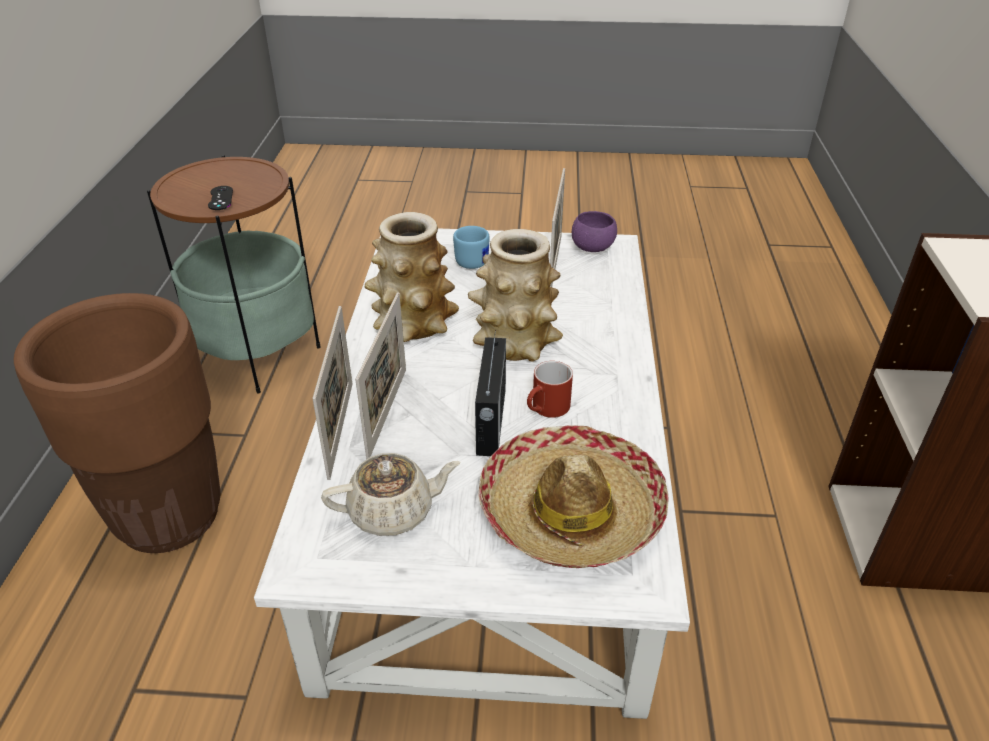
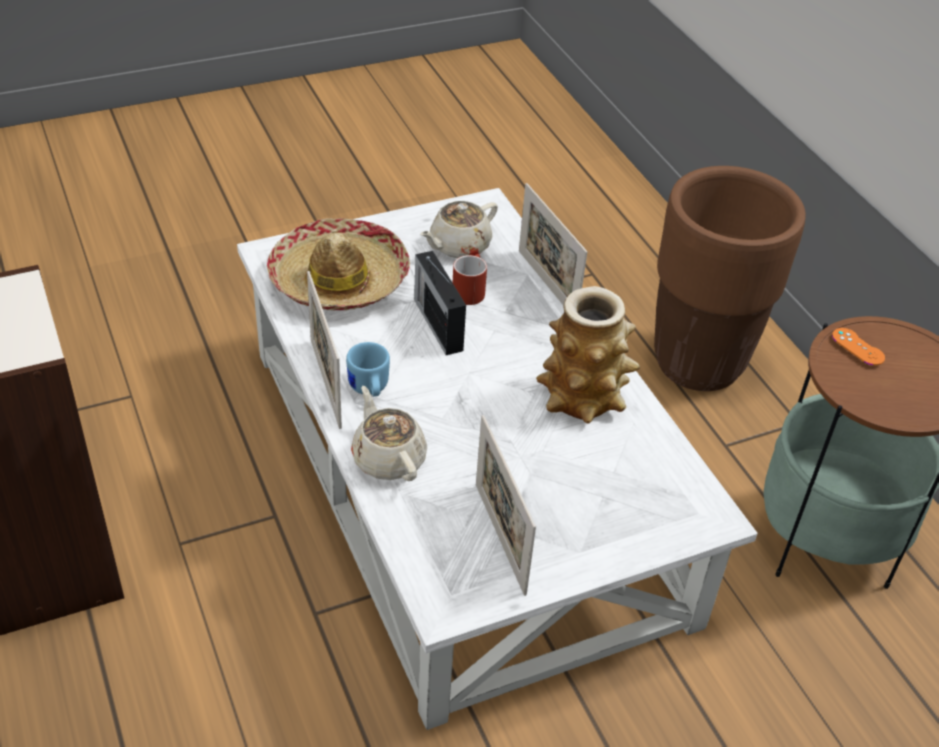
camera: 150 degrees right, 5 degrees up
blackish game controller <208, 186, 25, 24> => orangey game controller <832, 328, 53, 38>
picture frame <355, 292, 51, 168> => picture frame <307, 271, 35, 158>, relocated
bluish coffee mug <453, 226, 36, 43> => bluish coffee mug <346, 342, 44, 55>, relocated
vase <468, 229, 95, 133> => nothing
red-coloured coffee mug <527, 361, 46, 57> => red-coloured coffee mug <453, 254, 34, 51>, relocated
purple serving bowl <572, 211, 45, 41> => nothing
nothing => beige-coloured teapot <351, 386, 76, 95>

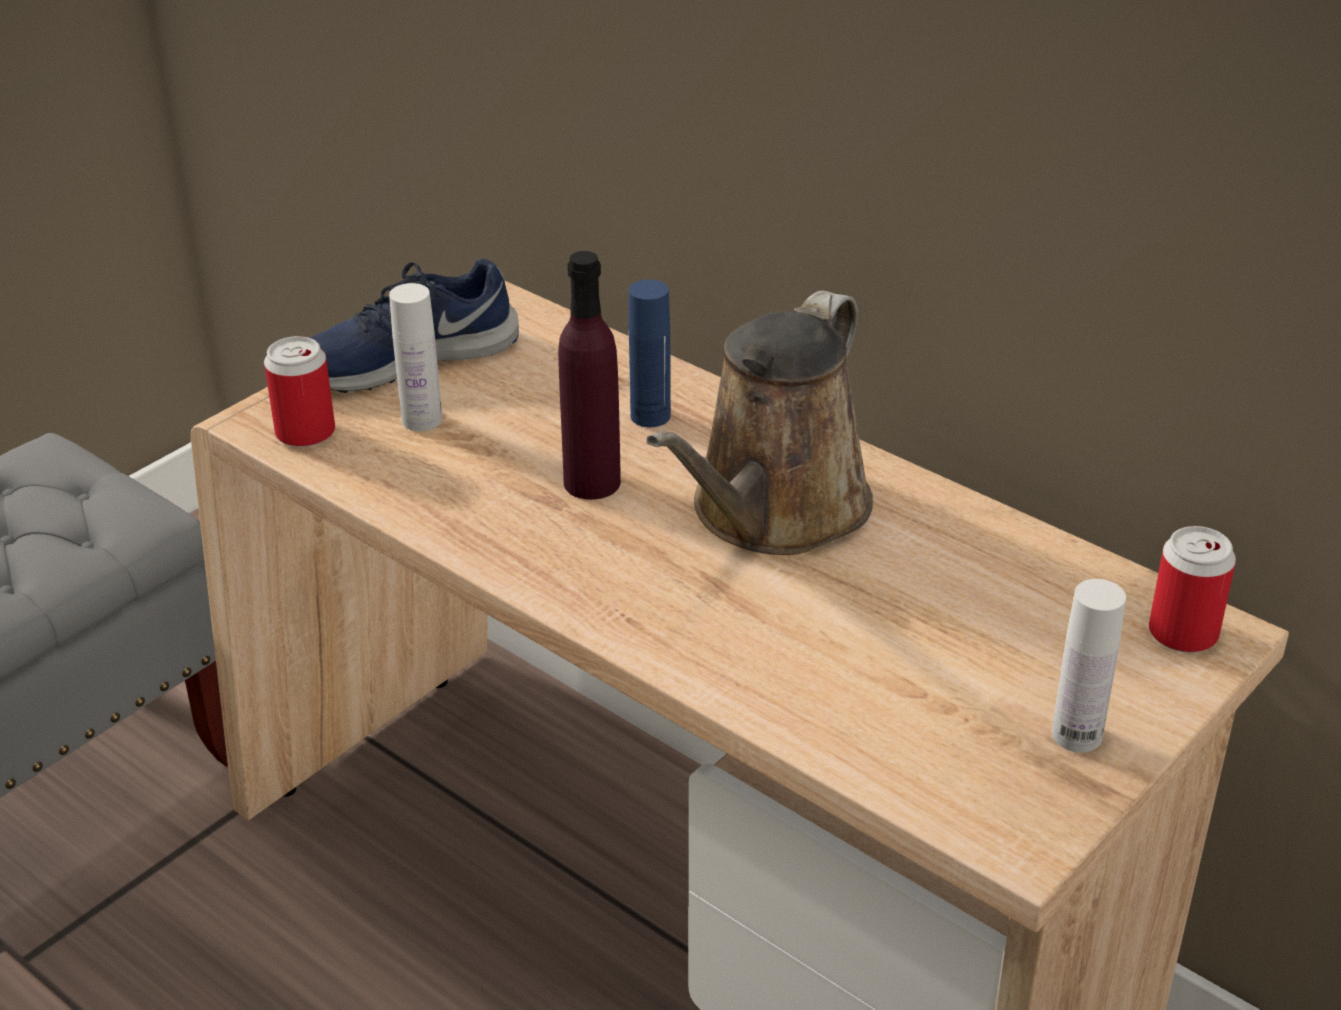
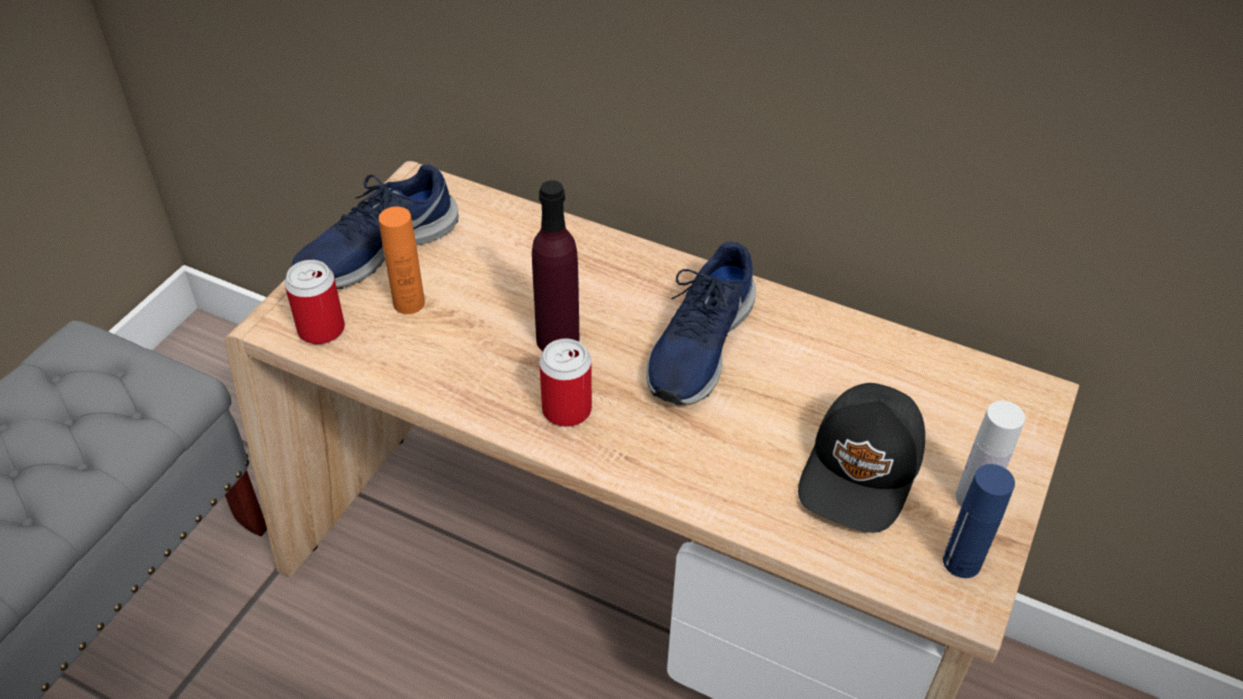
camera: 15 degrees left, 10 degrees up
whitish drink bottle <389, 283, 53, 148> => orangey drink bottle <379, 207, 46, 107>
bluish drink bottle <628, 279, 43, 148> => bluish drink bottle <943, 464, 72, 114>, relocated
brownish watering pot <646, 290, 227, 265> => bluish shoe <646, 241, 110, 164>
metal can <1149, 526, 87, 127> => metal can <539, 338, 53, 89>, relocated
nothing => blackish cap <798, 383, 127, 150>

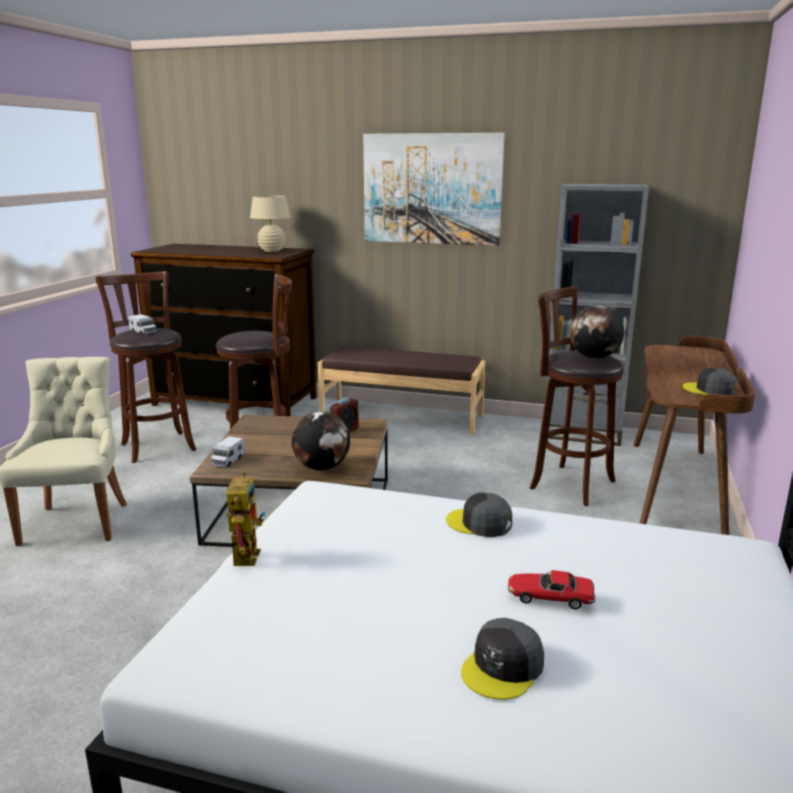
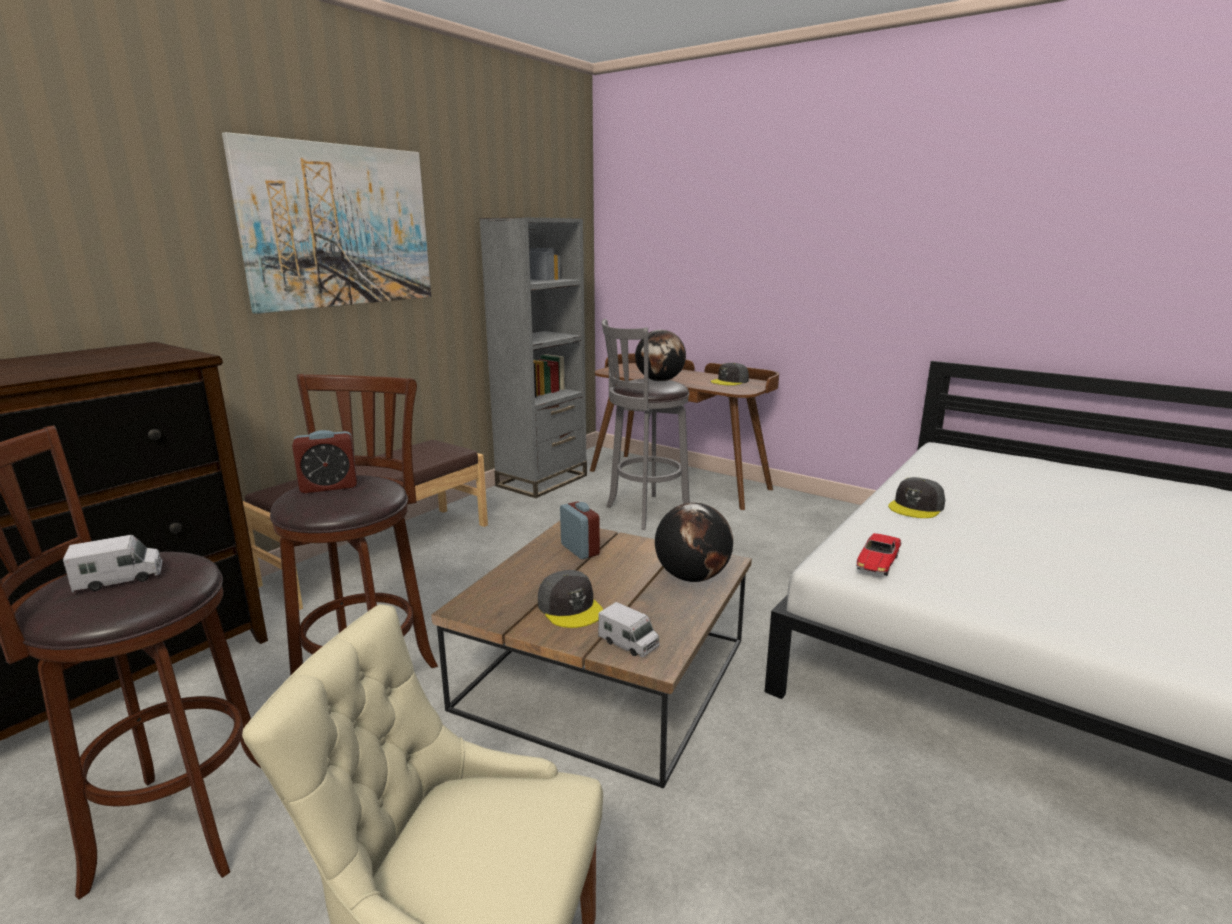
camera: 70 degrees left, 0 degrees up
robot figure <226, 470, 39, 96> => nothing
beige-coloured lamp for a table <250, 195, 41, 57> => nothing
grey cap <461, 618, 83, 82> => grey cap <538, 570, 65, 58>, relocated
model car <508, 570, 87, 39> => model car <856, 533, 45, 43>, relocated
brownish stool <530, 286, 94, 220> => grey stool <602, 319, 88, 211>
nothing => table clock <292, 430, 65, 63>

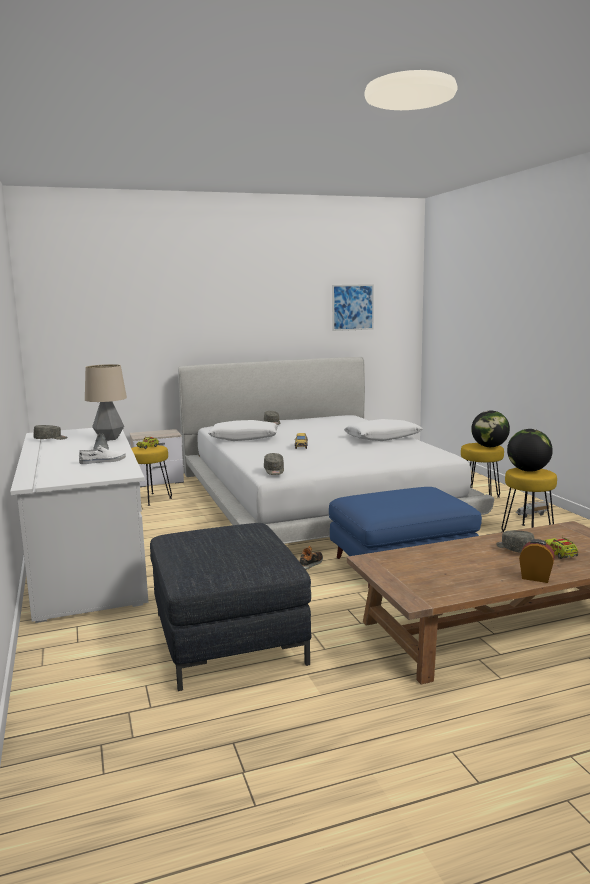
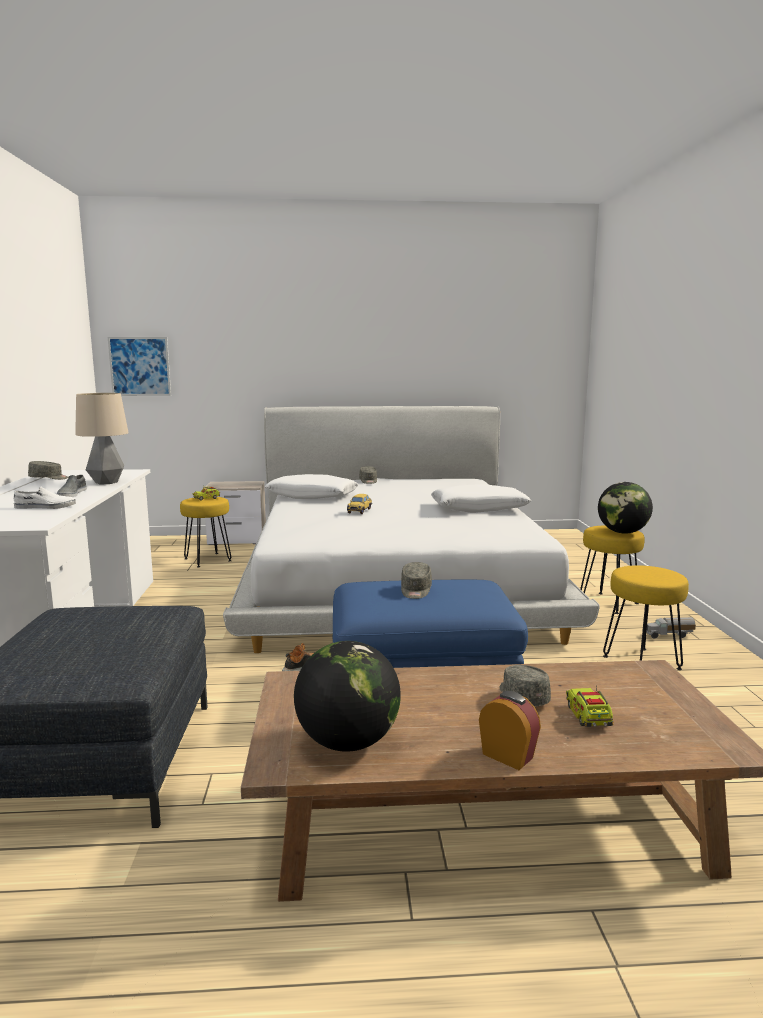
camera: 15 degrees right, 0 degrees up
grey cap <264, 453, 20, 22> => grey cap <401, 562, 31, 37>, relocated
picture <332, 284, 42, 47> => picture <108, 337, 63, 59>, relocated
globe <507, 429, 46, 43> => globe <294, 641, 107, 111>, relocated

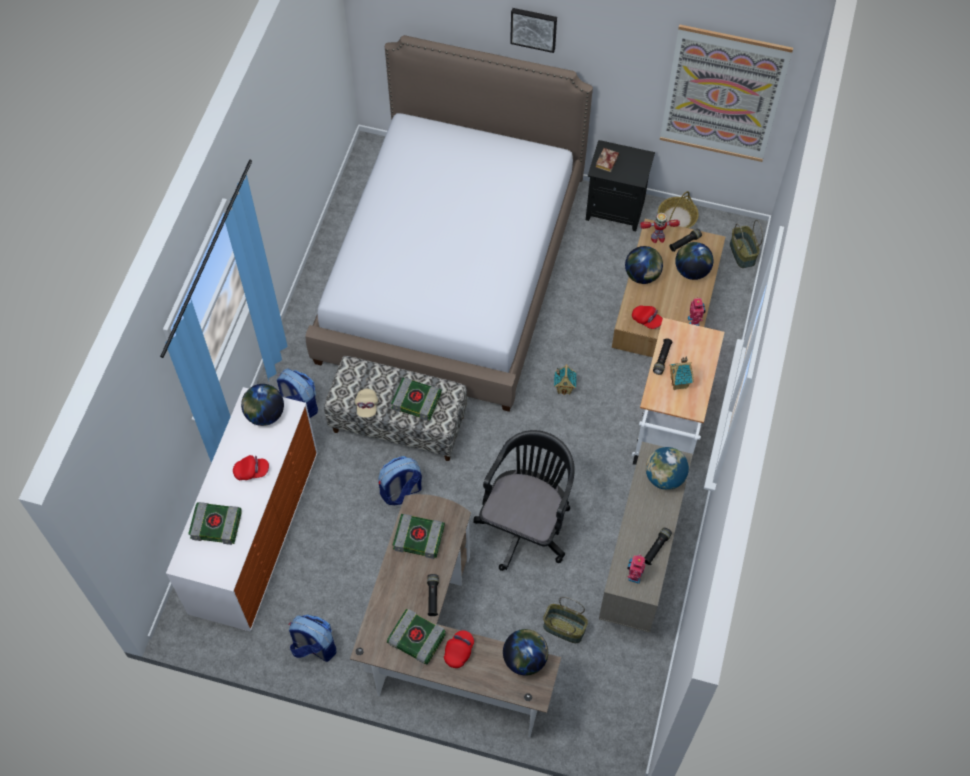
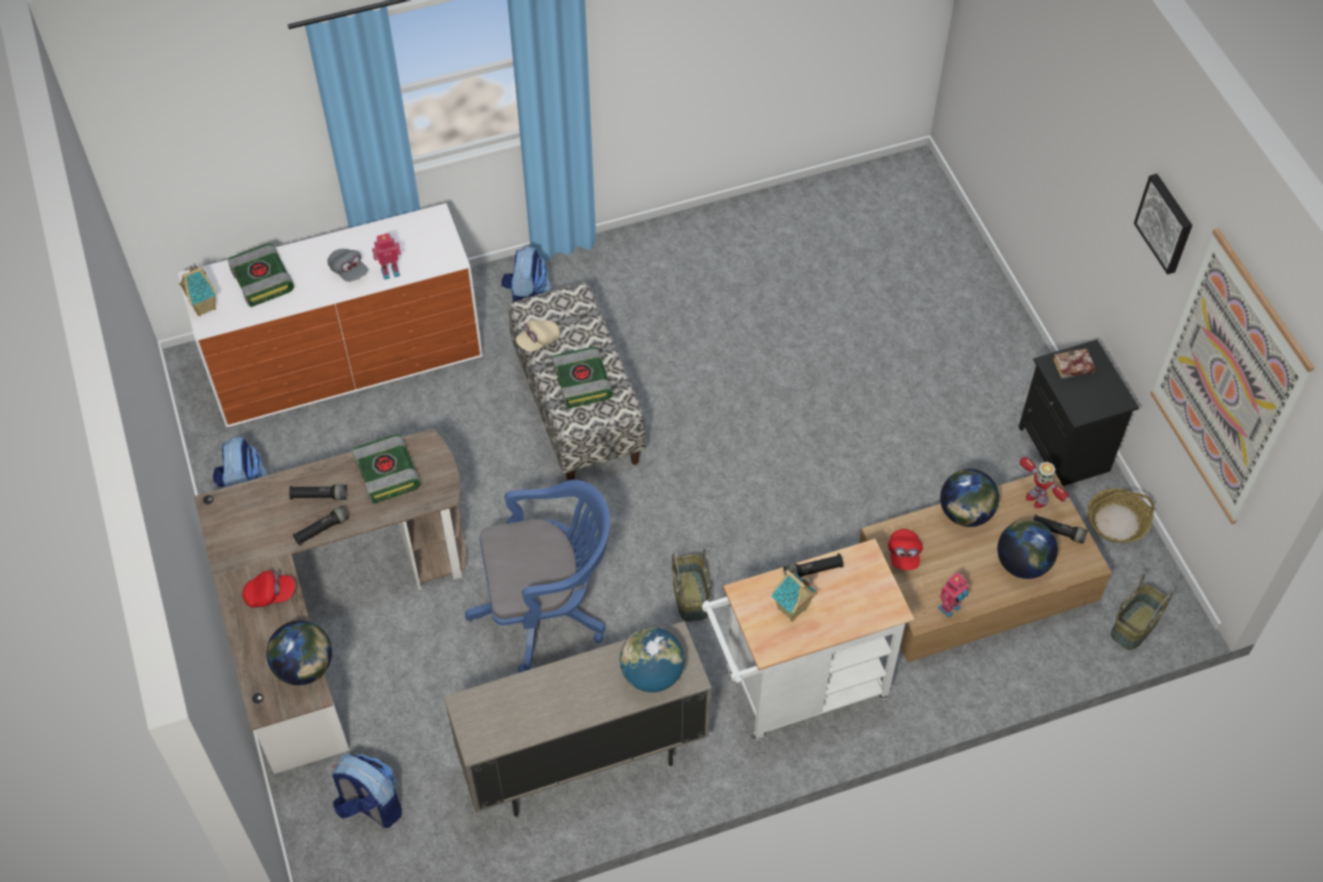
camera: 55 degrees right, 5 degrees down
red-coloured cap <233, 455, 36, 25> => grey cap <327, 249, 41, 33>
globe <241, 384, 43, 42> => nothing
sleeping bed <306, 35, 287, 377> => nothing
knapsack <378, 456, 44, 49> => knapsack <332, 754, 70, 74>, relocated
volume <387, 609, 59, 56> => nothing
blackish desk chair <473, 430, 102, 141> => bluish desk chair <465, 480, 145, 193>
picture <510, 8, 47, 45> => picture <1134, 174, 58, 101>, relocated
storage basket <543, 597, 45, 46> => storage basket <672, 549, 40, 73>, relocated
miniature house <554, 364, 23, 31> => miniature house <179, 263, 38, 53>, relocated
robot figure <627, 555, 18, 29> => robot figure <372, 233, 29, 47>, relocated
blackish flashlight <644, 527, 28, 38> => blackish flashlight <289, 484, 58, 16>, relocated

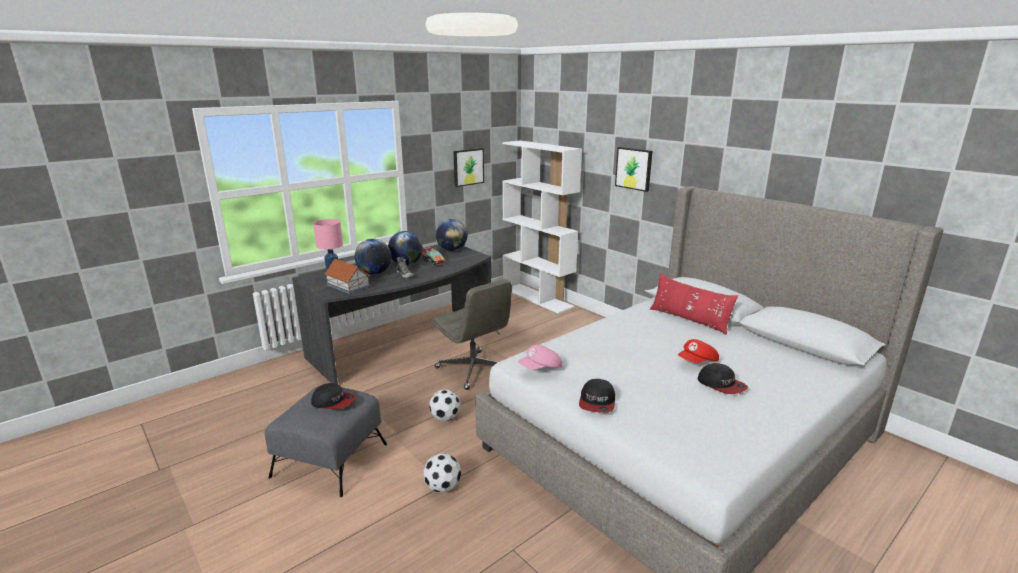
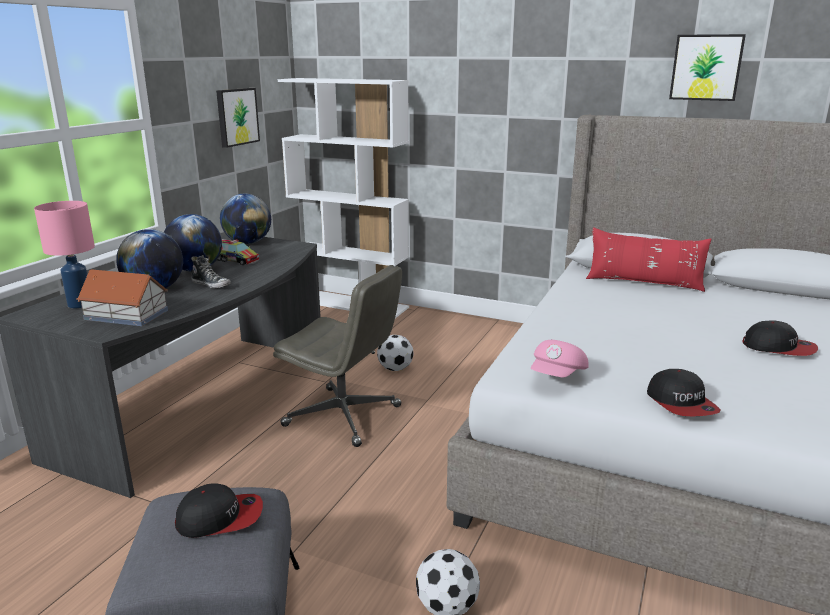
camera: 25 degrees left, 0 degrees up
football <429, 389, 32, 32> => football <377, 335, 36, 36>, relocated
picture <615, 147, 38, 45> => picture <669, 34, 77, 67>, relocated
red-coloured cap <678, 339, 41, 24> => nothing

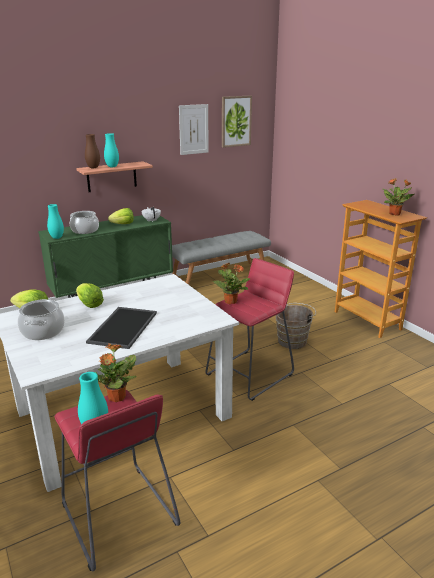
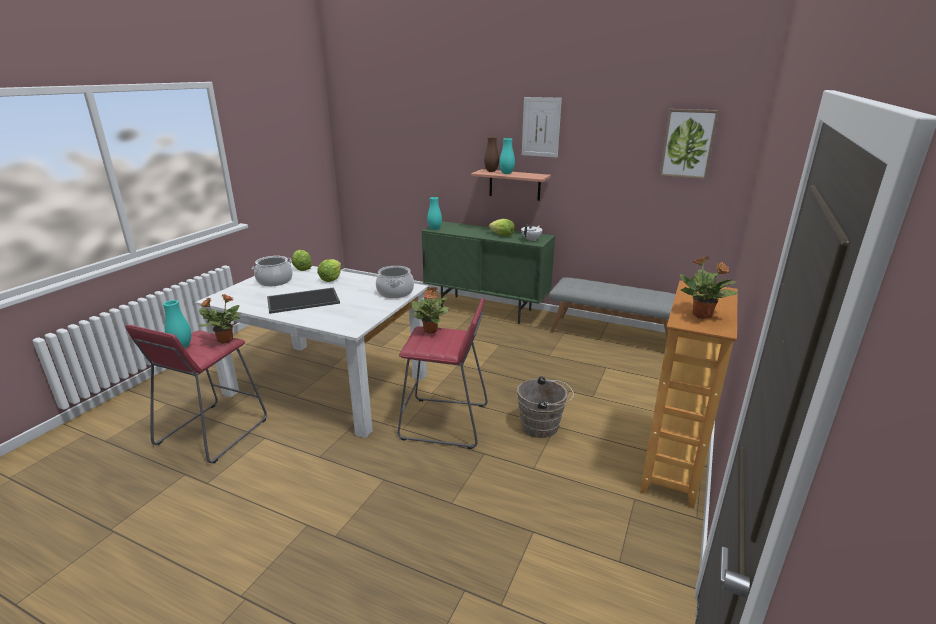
camera: 55 degrees right, 0 degrees up
saucepot <70, 211, 29, 23> => saucepot <376, 266, 38, 32>, relocated
picture <179, 104, 30, 51> => picture <522, 97, 40, 61>, relocated

